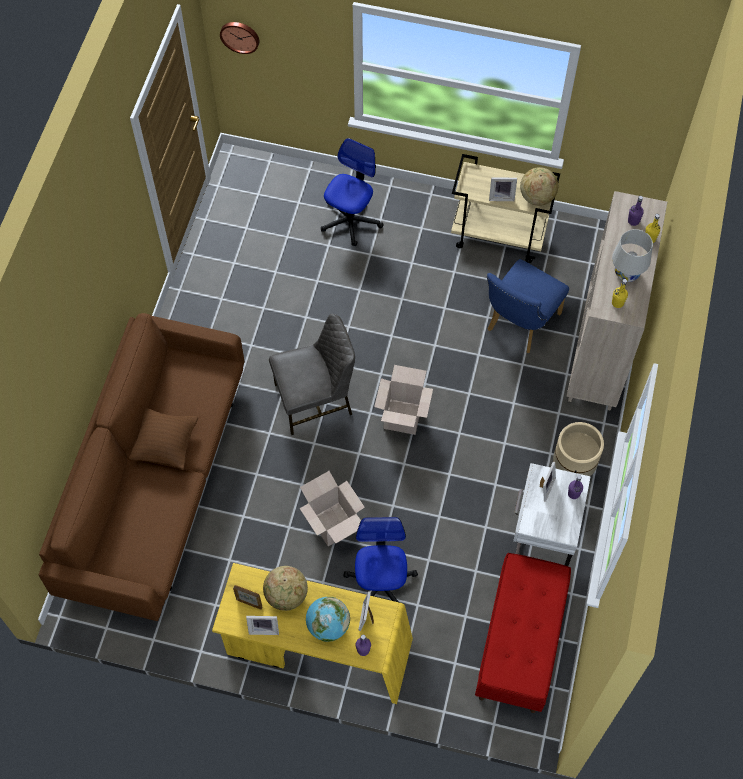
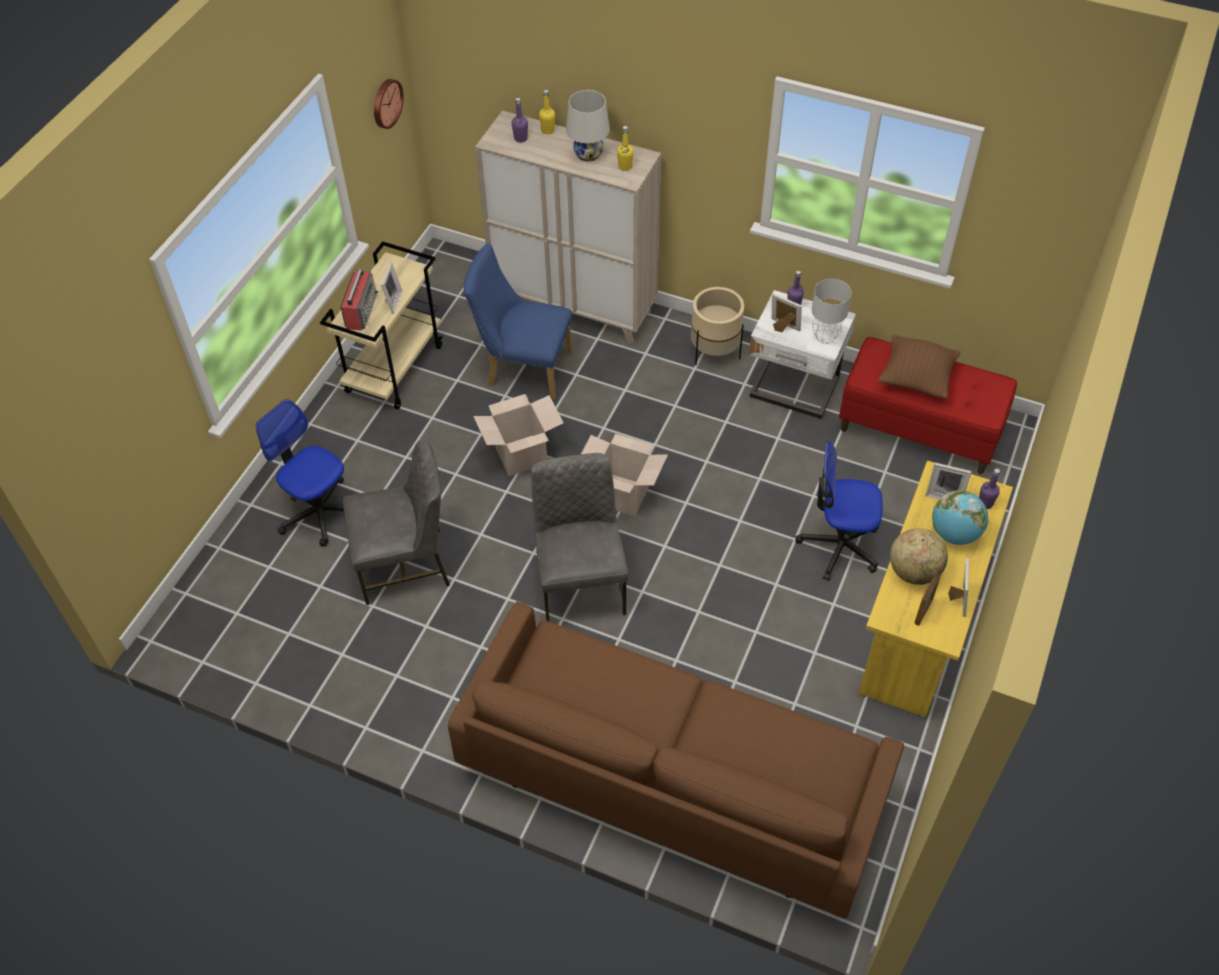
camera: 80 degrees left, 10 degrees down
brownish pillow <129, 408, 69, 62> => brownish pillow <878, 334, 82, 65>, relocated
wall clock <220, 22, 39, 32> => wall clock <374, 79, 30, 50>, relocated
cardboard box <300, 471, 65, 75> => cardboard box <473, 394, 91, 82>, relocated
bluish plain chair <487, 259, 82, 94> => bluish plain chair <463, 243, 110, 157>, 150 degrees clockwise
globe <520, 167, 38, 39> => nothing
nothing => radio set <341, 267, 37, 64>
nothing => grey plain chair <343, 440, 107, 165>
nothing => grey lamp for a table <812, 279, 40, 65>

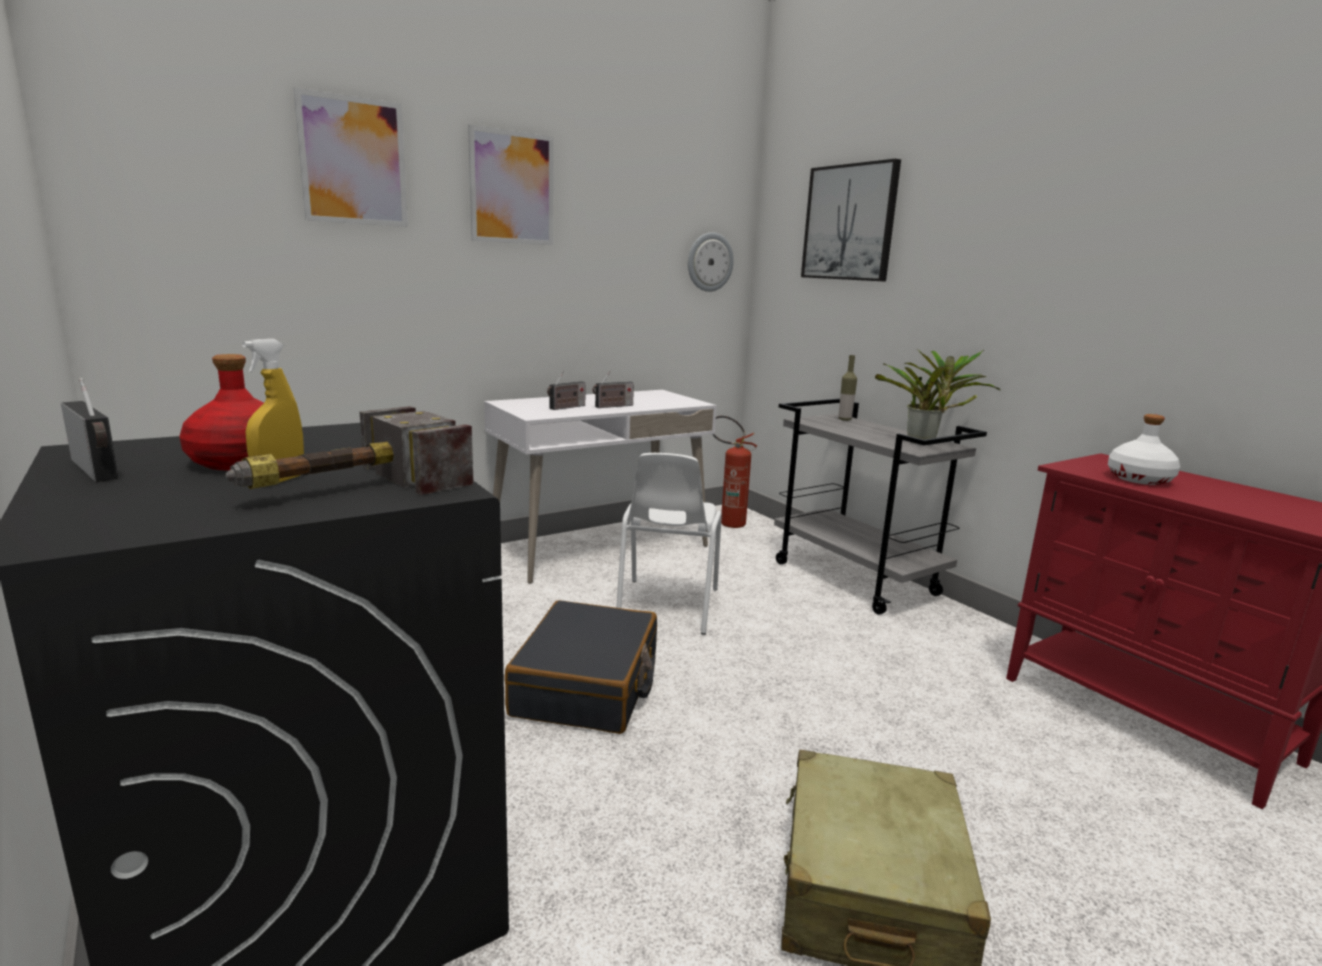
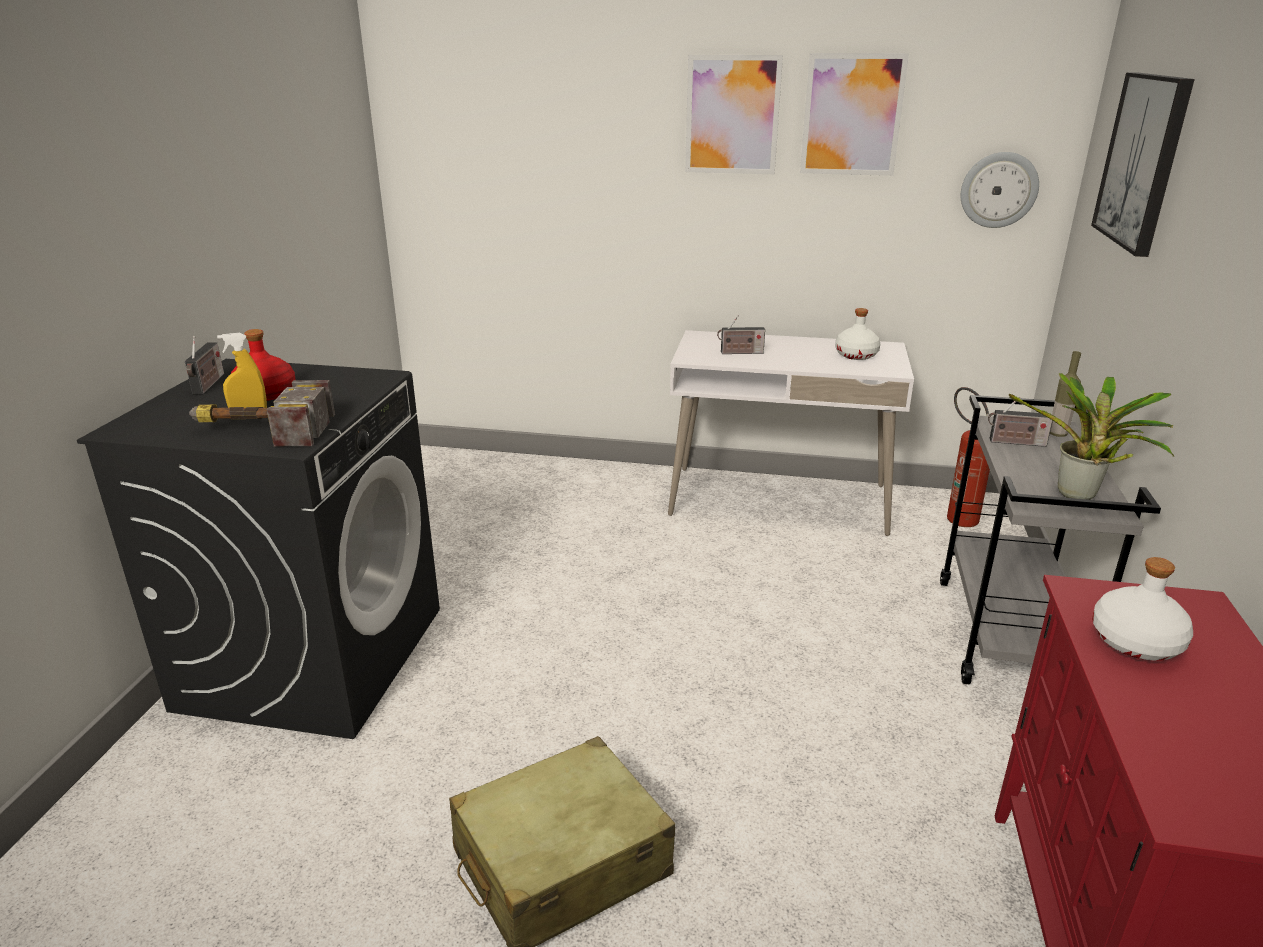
camera: 45 degrees right, 10 degrees up
picture <294, 87, 114, 140> => picture <800, 53, 109, 123>, relocated
blackish travel case <505, 600, 152, 134> => nothing
radio set <593, 370, 41, 38> => radio set <988, 397, 65, 50>, relocated
whitish plain chair <616, 453, 106, 182> => nothing
nothing => whitish drink bottle <835, 308, 45, 52>

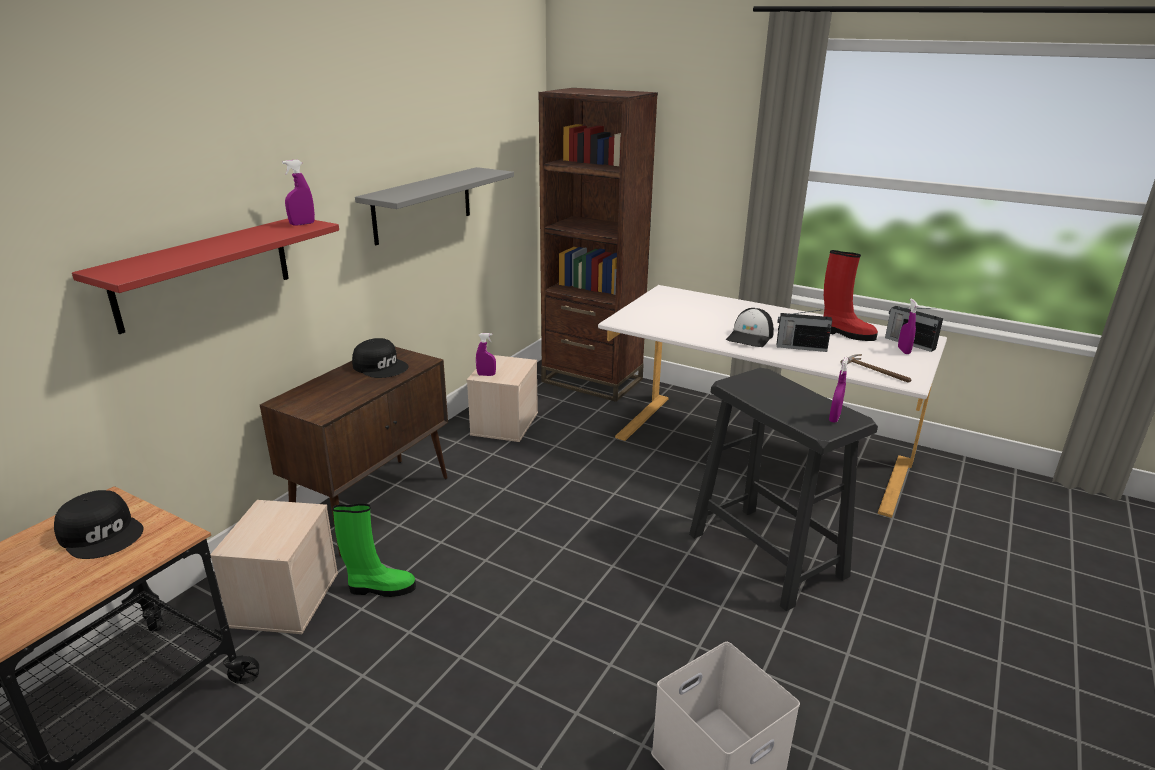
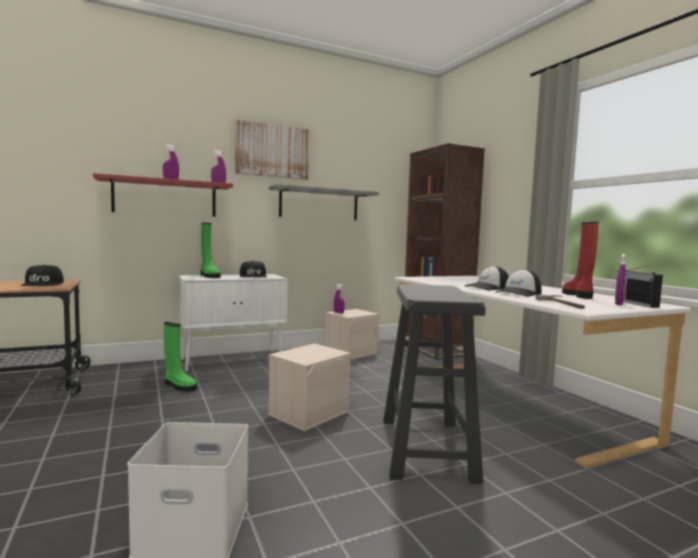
camera: 35 degrees right, 20 degrees down
beige-coloured storage container <210, 500, 128, 134> => beige-coloured storage container <268, 344, 83, 88>, relocated
brownish storage cabinet <260, 347, 188, 209> => whitish storage cabinet <179, 274, 109, 98>
radio set <777, 309, 55, 43> => cap <495, 269, 47, 28>
red-coloured high-top boot <824, 250, 54, 91> => red-coloured high-top boot <562, 222, 37, 77>, 150 degrees counterclockwise
purple spray bottle <829, 357, 20, 66> => purple spray bottle <163, 144, 16, 35>, relocated
nothing => green-coloured high-top boot <200, 223, 21, 55>
nothing => picture <235, 120, 76, 60>

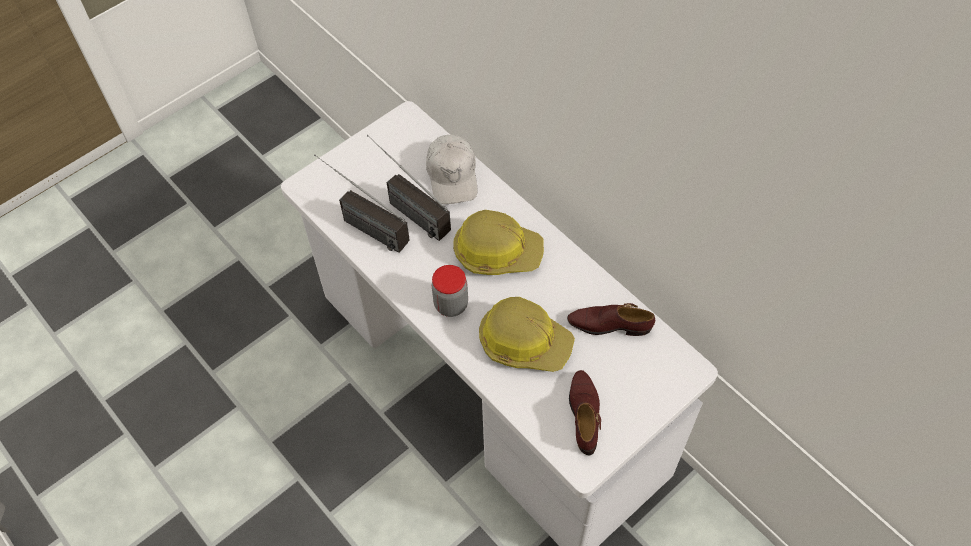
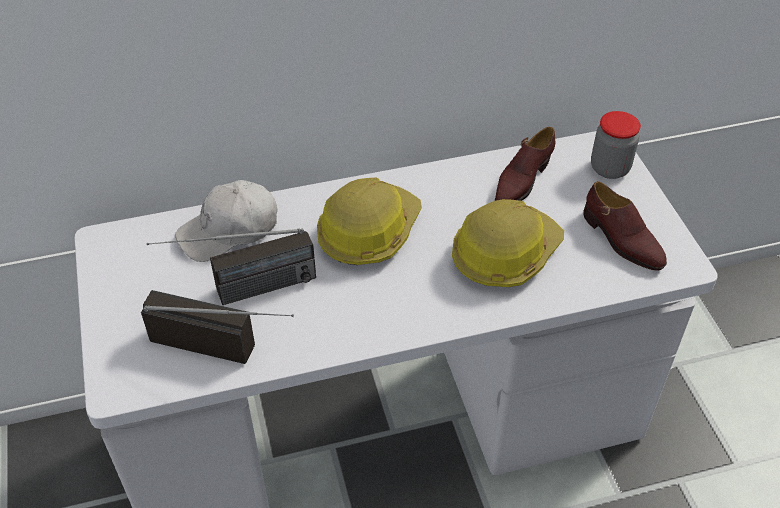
camera: 65 degrees left, 10 degrees down
radio set <314, 155, 96, 98> => radio set <141, 290, 153, 74>, 135 degrees counterclockwise
whitish cap <426, 135, 51, 69> => whitish cap <175, 180, 102, 82>, 135 degrees clockwise
storage jar <432, 265, 36, 52> => storage jar <591, 111, 50, 68>, relocated
brownish shoe <569, 370, 32, 85> => brownish shoe <583, 181, 84, 90>, 150 degrees counterclockwise

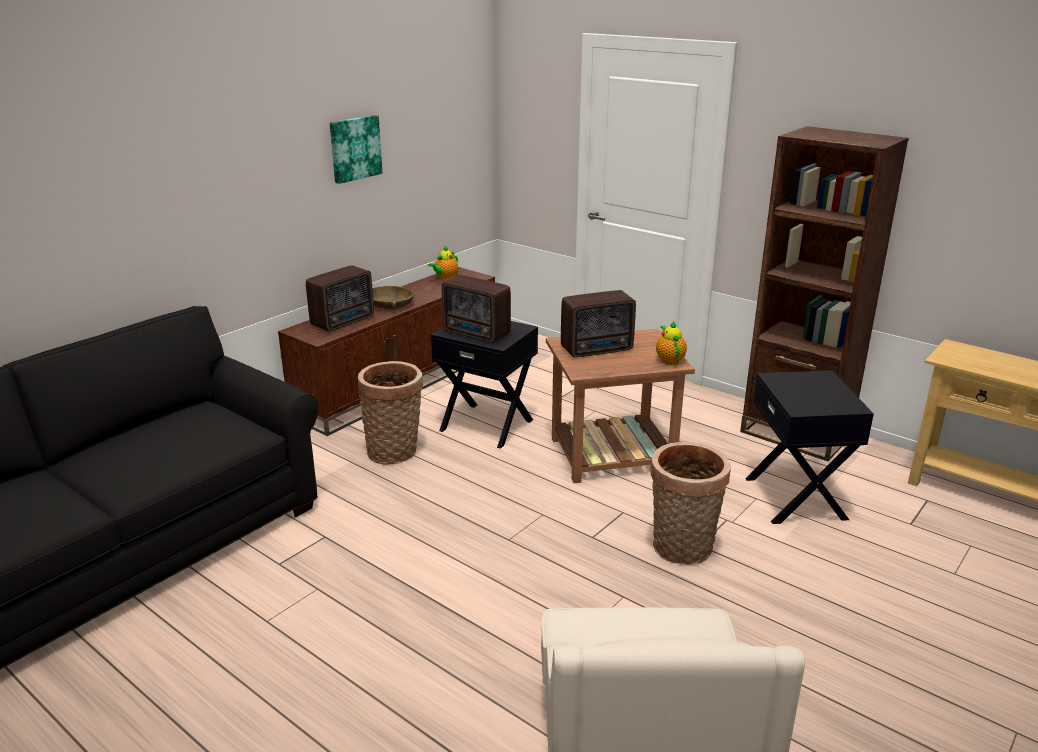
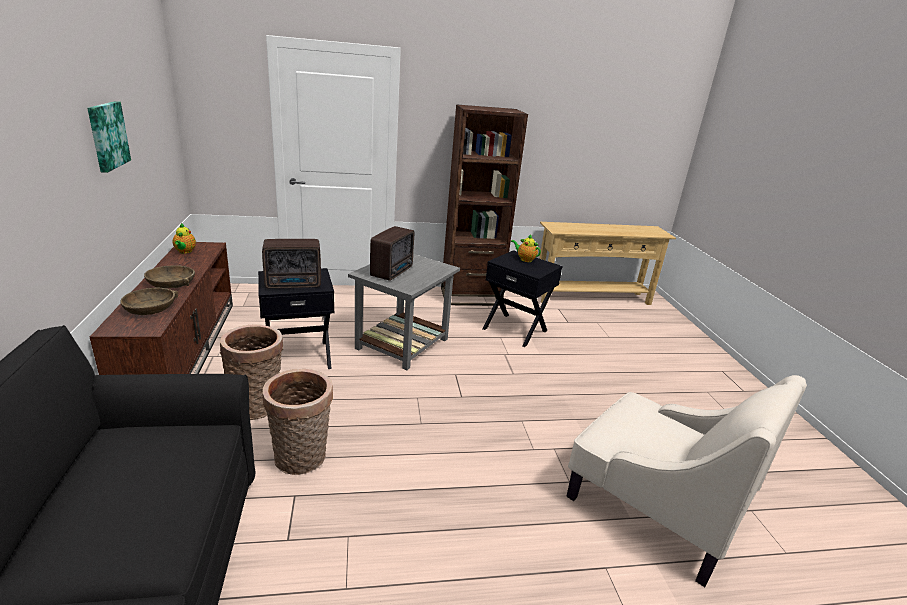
camera: 50 degrees left, 0 degrees up
radio set <306, 265, 68, 66> => brownish serving bowl <120, 288, 58, 27>
brownish accent table <546, 329, 149, 154> => grey accent table <348, 254, 112, 116>
storage basket <650, 442, 81, 123> => storage basket <262, 369, 71, 106>, relocated
teapot <656, 320, 31, 45> => teapot <511, 234, 30, 28>, relocated

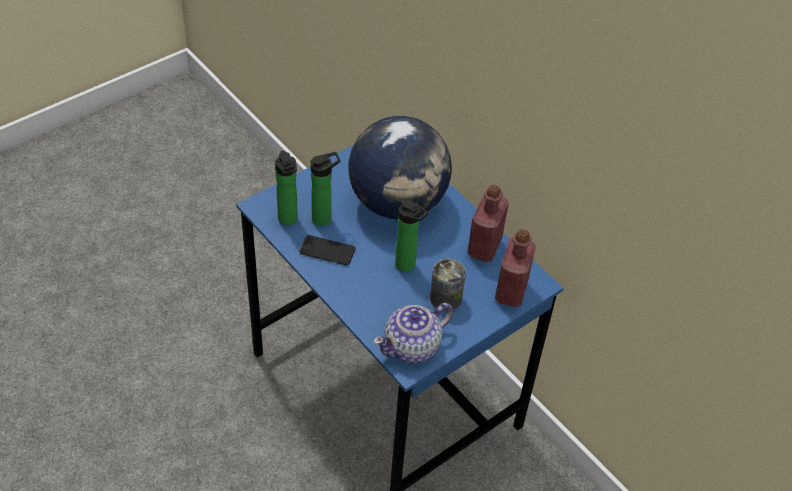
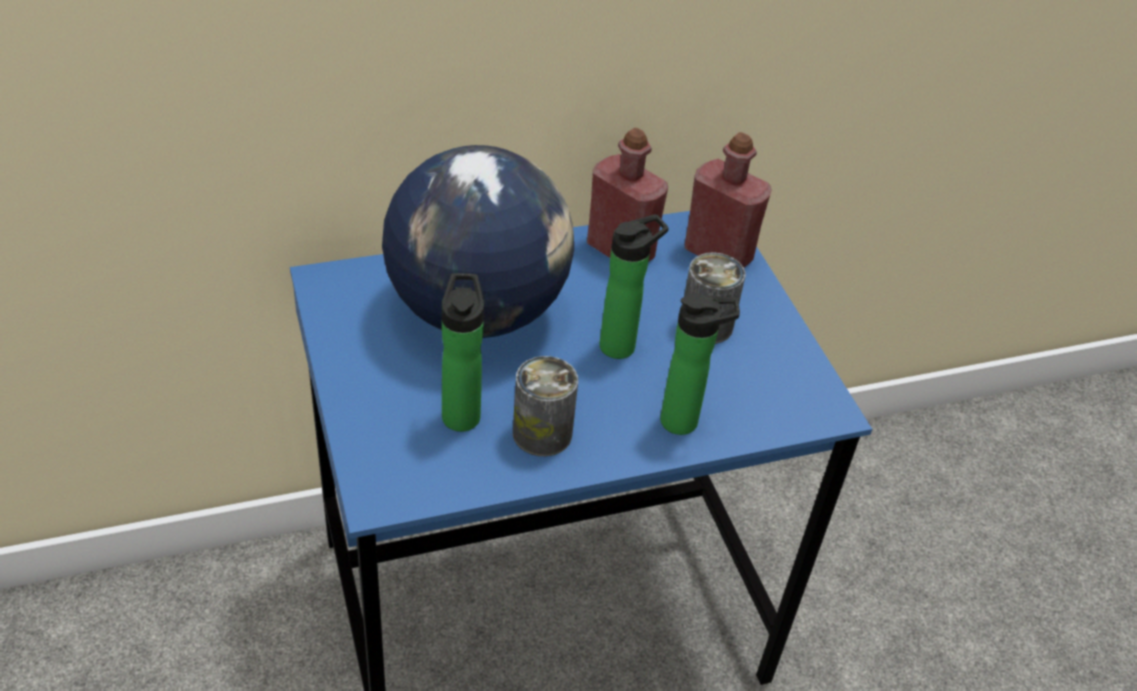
camera: 70 degrees left, 5 degrees down
drink bottle <275, 150, 23, 75> => drink bottle <660, 293, 80, 142>, relocated
phone <299, 235, 56, 31> => metal can <513, 356, 65, 100>
teapot <373, 303, 80, 61> => nothing

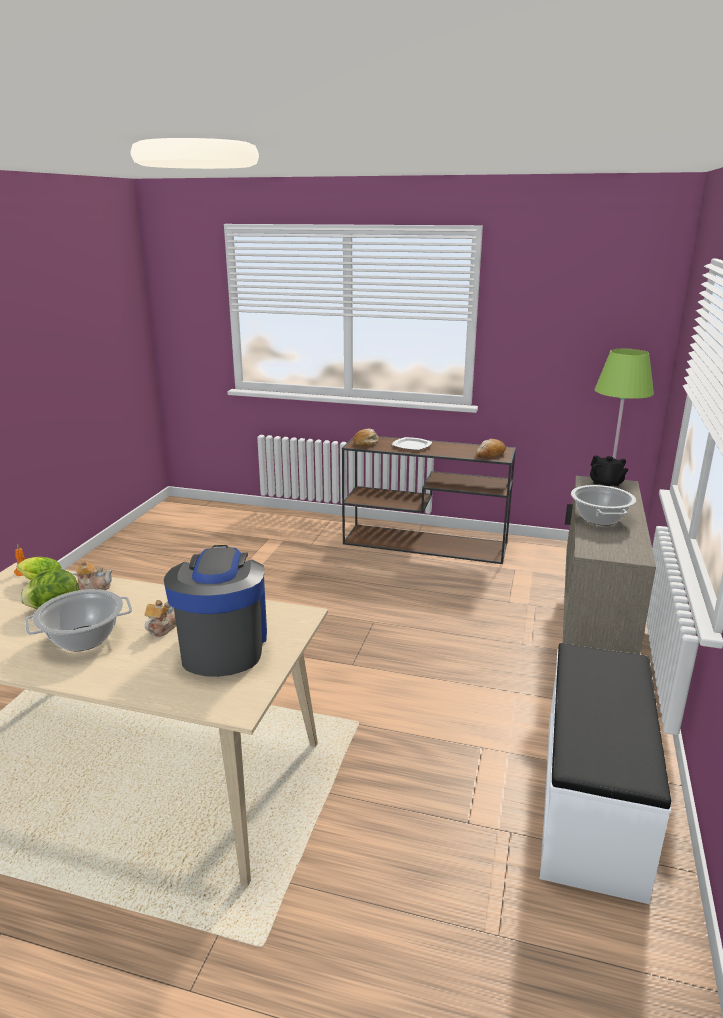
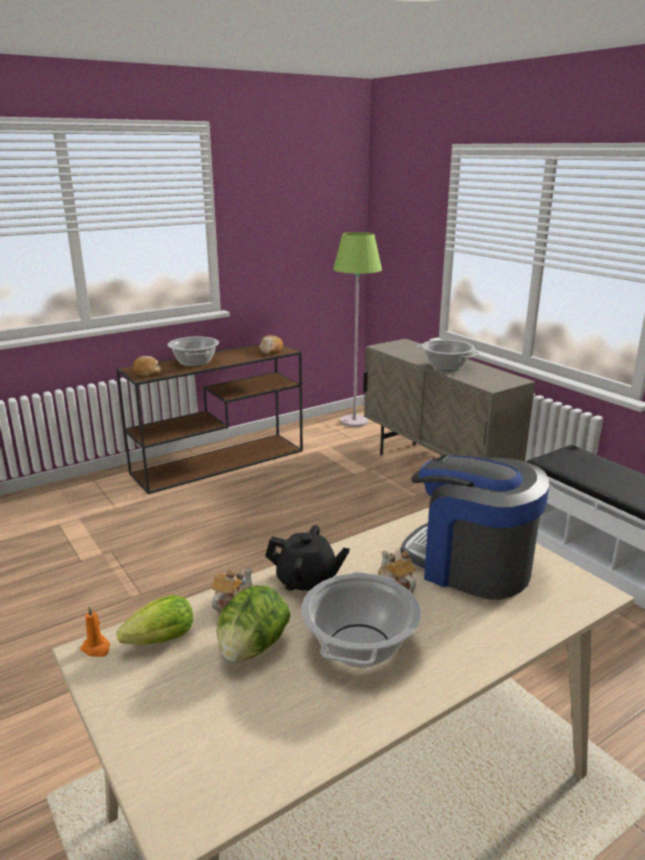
camera: 50 degrees left, 0 degrees up
dinner plate <391, 437, 41, 13> => saucepot <168, 337, 51, 30>
blackish teapot <590, 455, 38, 31> => blackish teapot <265, 525, 85, 66>, relocated

